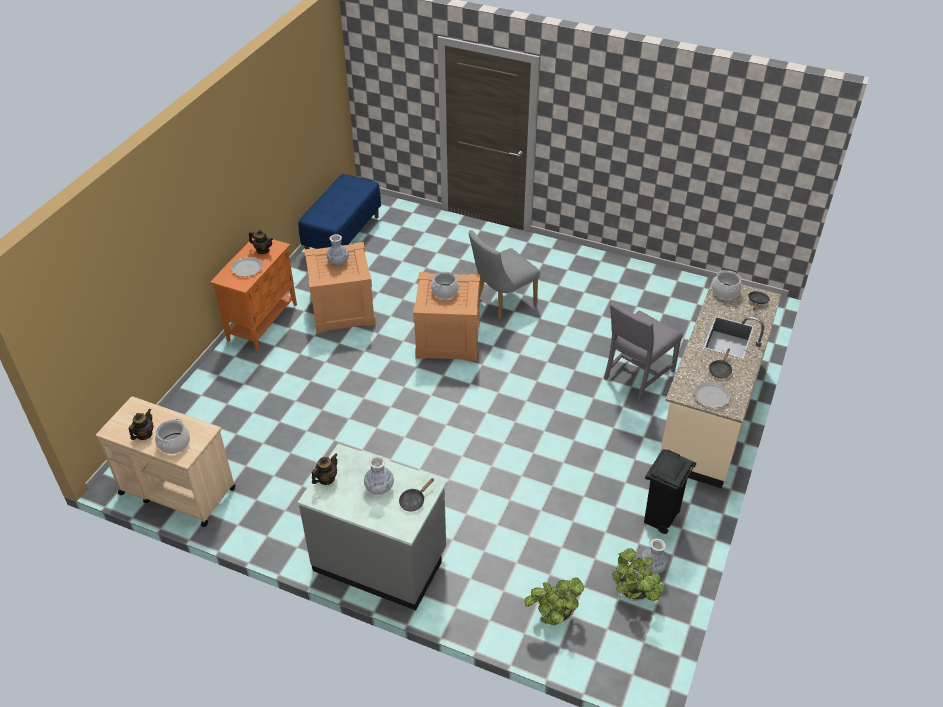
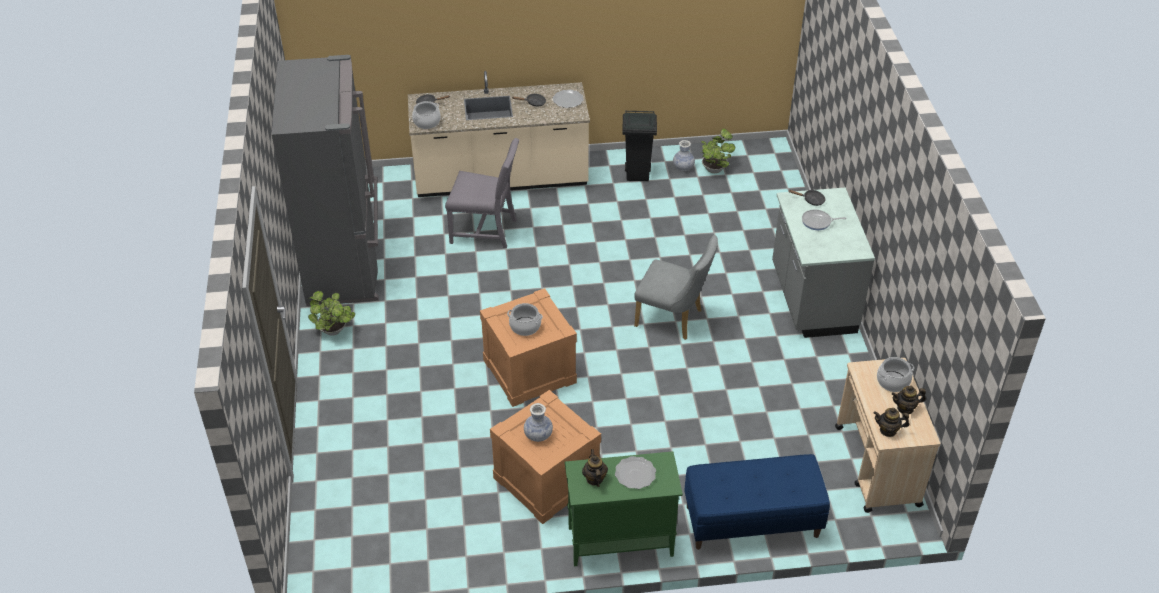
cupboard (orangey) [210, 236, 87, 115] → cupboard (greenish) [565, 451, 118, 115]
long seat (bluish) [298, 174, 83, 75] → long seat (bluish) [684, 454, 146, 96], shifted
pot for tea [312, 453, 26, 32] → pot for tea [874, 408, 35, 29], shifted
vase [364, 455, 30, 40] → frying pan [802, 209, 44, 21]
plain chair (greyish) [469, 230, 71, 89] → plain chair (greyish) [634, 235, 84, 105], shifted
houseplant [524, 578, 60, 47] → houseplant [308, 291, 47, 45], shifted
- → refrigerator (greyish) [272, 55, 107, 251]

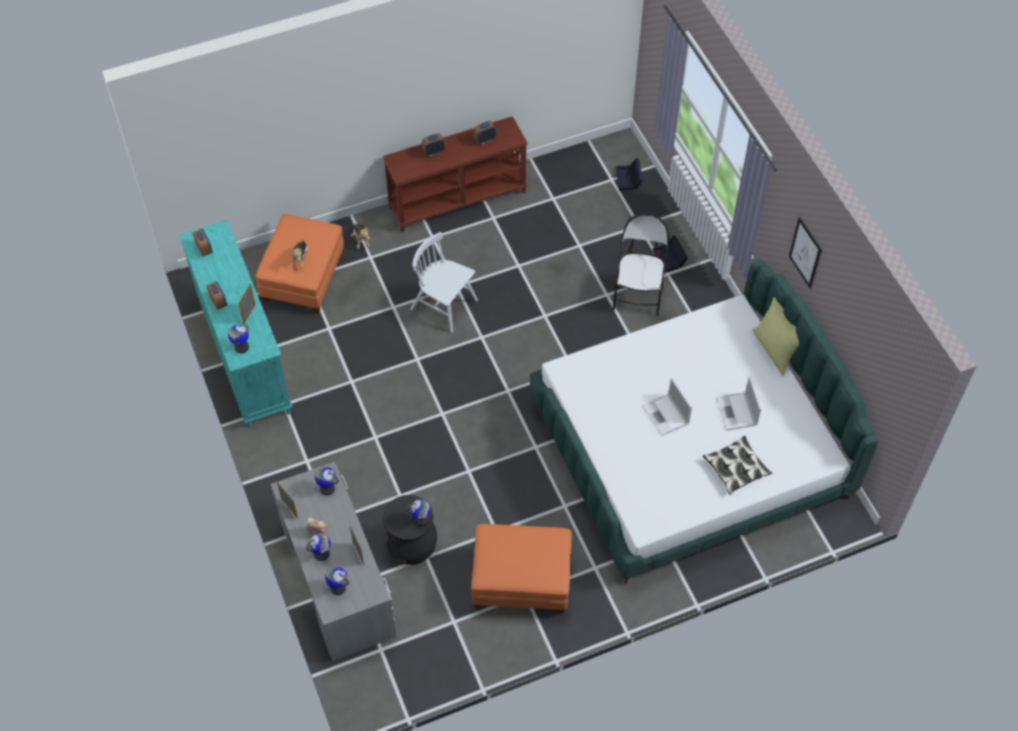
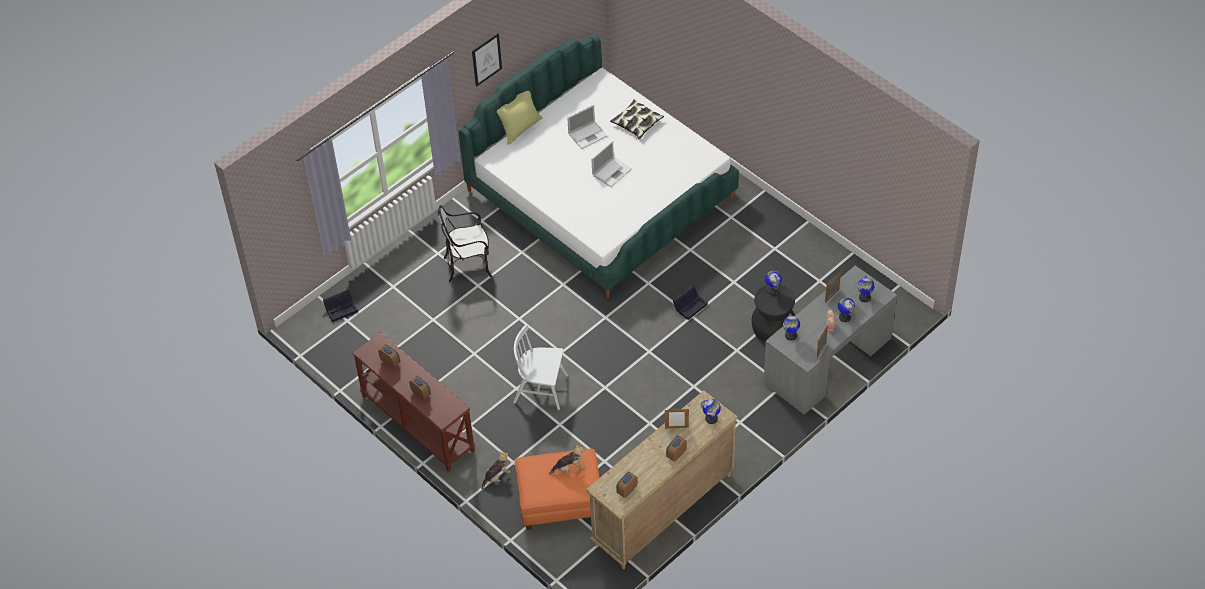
dresser (blue-green) [179, 220, 114, 208] → dresser (beige) [586, 390, 152, 179]
plain chair (whitish) [410, 232, 68, 101] → plain chair (whitish) [513, 324, 55, 86], 90 degrees clockwise
pouffe (orangey) [471, 524, 101, 89] → -
storage box (black) [653, 235, 35, 38] → storage box (black) [673, 285, 35, 35], shifted

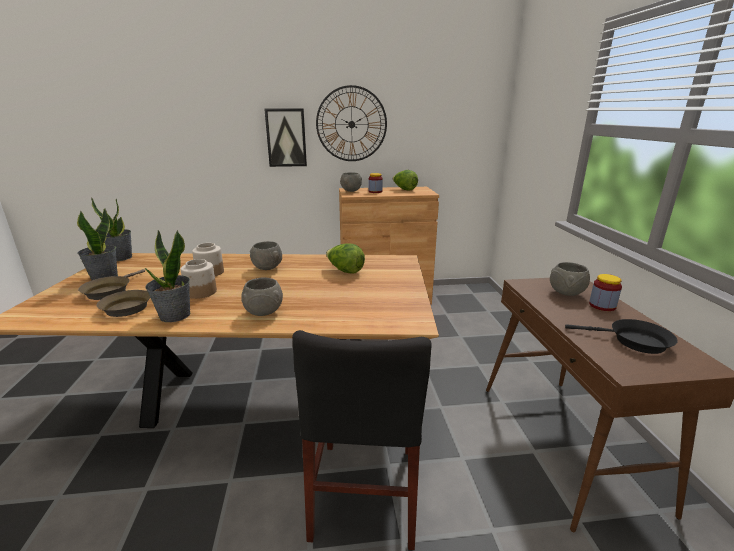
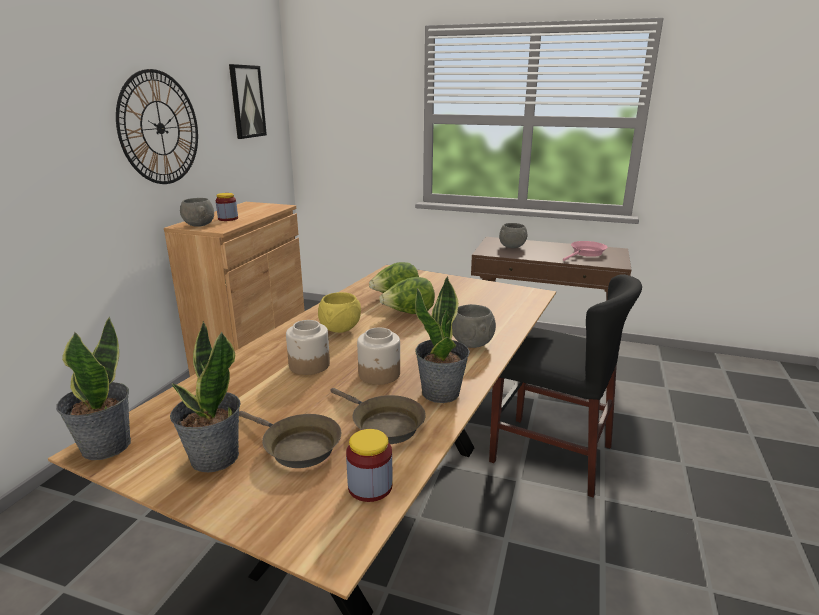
deep dish (greyish) [250, 241, 32, 29] → deep dish (yellow) [318, 292, 43, 41]
wall picture [264, 108, 43, 59] → wall picture [229, 64, 38, 75], shifted
lettuce head [393, 170, 25, 21] → lettuce head [379, 277, 56, 37], shifted
frying pan (black) [565, 319, 113, 35] → frying pan (pink-coloured) [563, 241, 45, 20]
jar [589, 274, 33, 37] → jar [346, 429, 47, 73], shifted

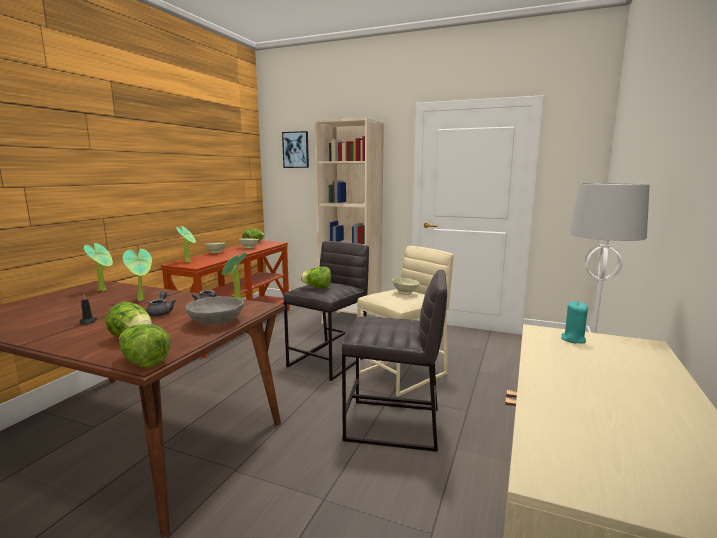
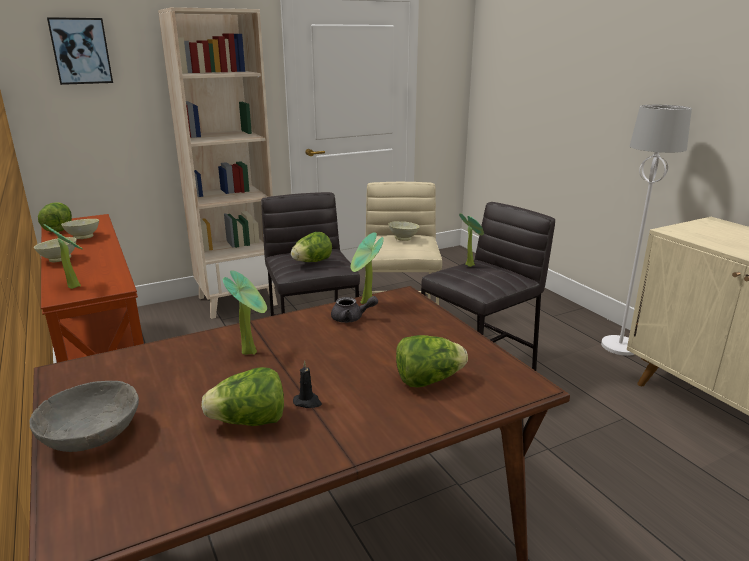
houseplant [84, 243, 29, 48] → houseplant [459, 213, 25, 54], shifted
lettuce head [119, 324, 52, 44] → lettuce head [201, 367, 83, 59], shifted
pot for tea (greyish) [146, 291, 30, 26] → -
deep dish (greyish) [186, 296, 58, 29] → deep dish (greyish) [29, 381, 110, 71], shifted
candle (blue-green) [561, 301, 27, 43] → -

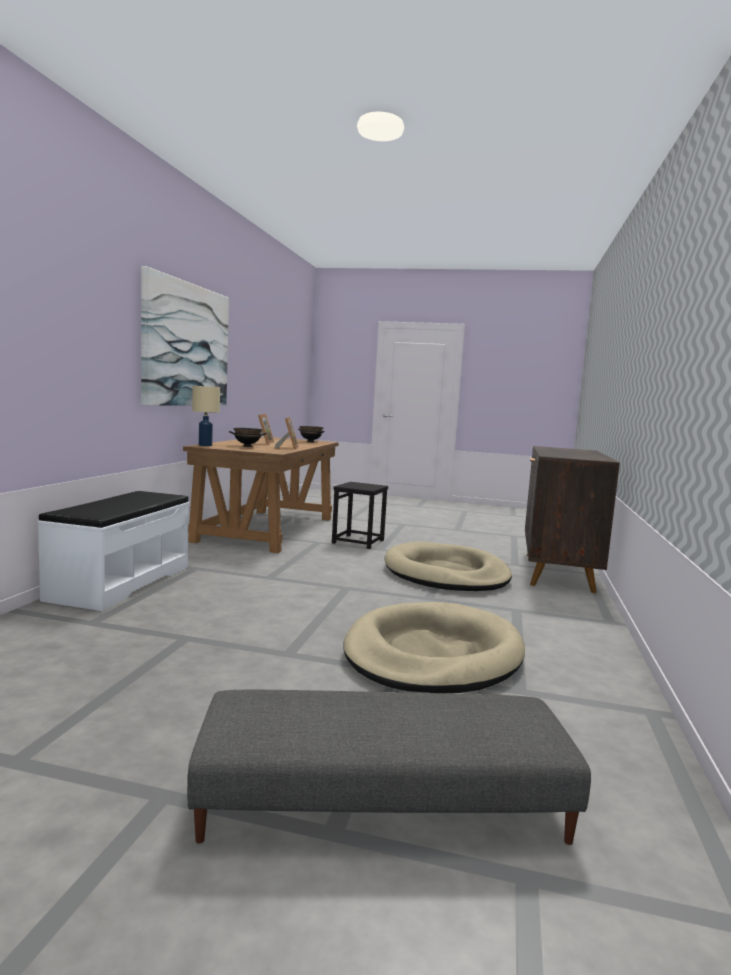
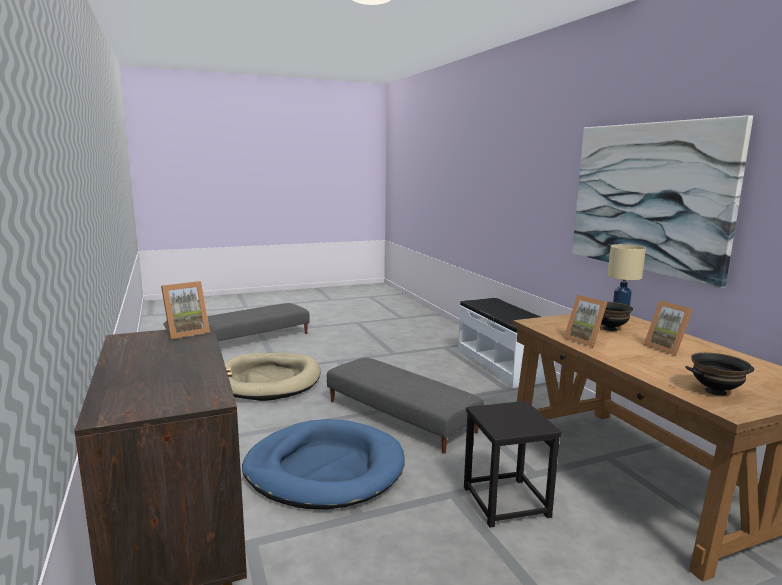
dog cushion (beige) [385, 542, 127, 49] → dog cushion (bluish) [242, 419, 163, 90]
- → picture frame [161, 281, 49, 59]
- → pouffe (greyish) [327, 358, 157, 95]

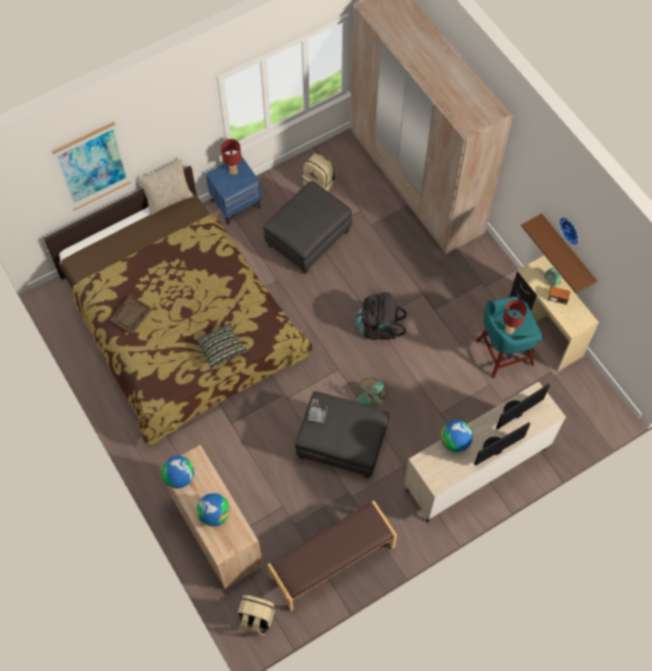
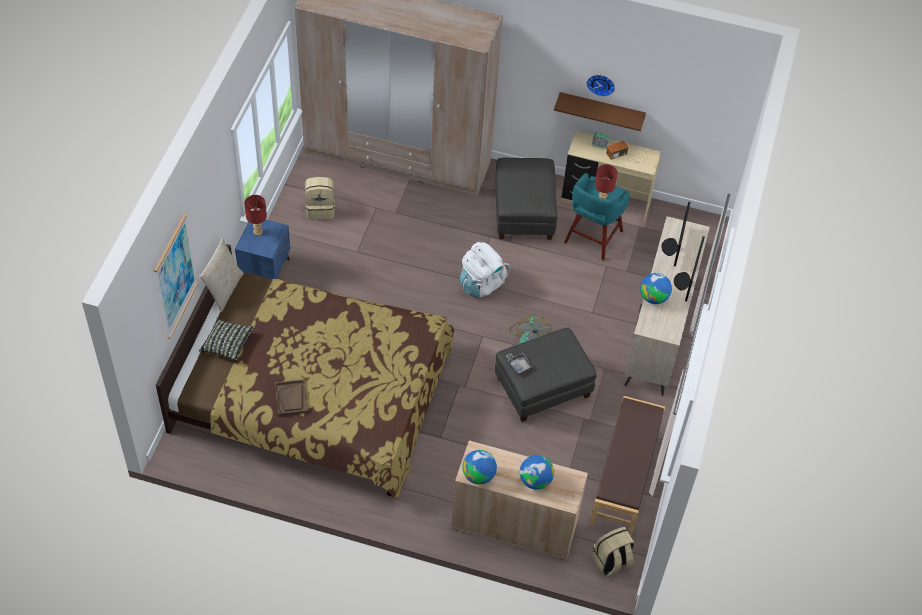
cushion [195, 322, 53, 47] → cushion [199, 318, 56, 43], shifted
pouffe (greyish) [263, 181, 89, 93] → pouffe (greyish) [495, 158, 62, 82], shifted
backpack (black) [355, 292, 51, 48] → backpack (whitish) [460, 242, 50, 55]

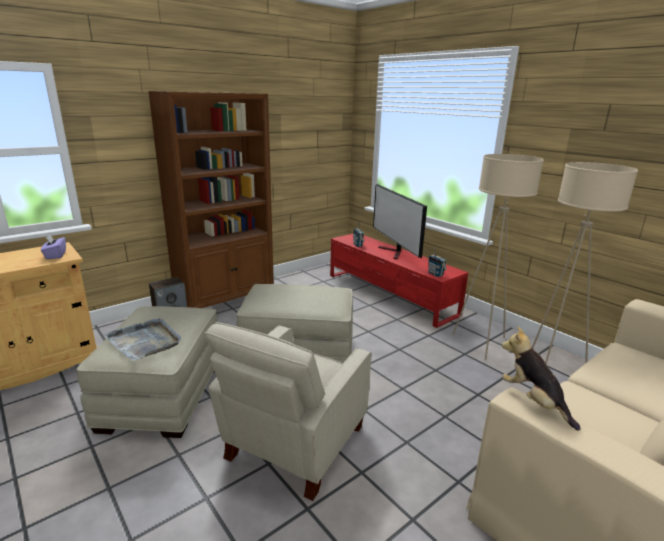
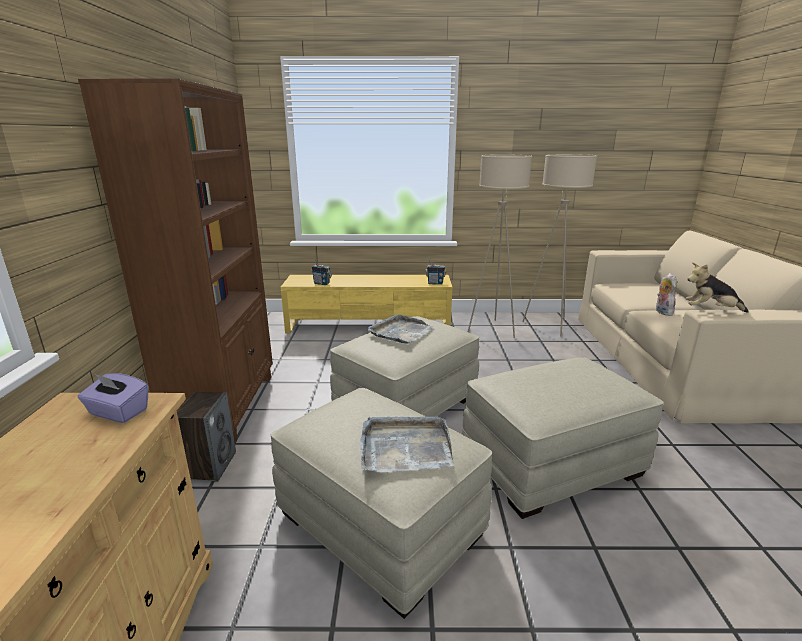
easy chair (beige) [204, 322, 167, 179] → pouffe (beige) [462, 357, 202, 162]
media console (red-coloured) [330, 233, 138, 95] → media console (yellow) [281, 275, 171, 58]
television [373, 184, 54, 75] → -
- → carrying tray (greyish) [368, 314, 65, 30]
- → soft toy [656, 273, 21, 43]

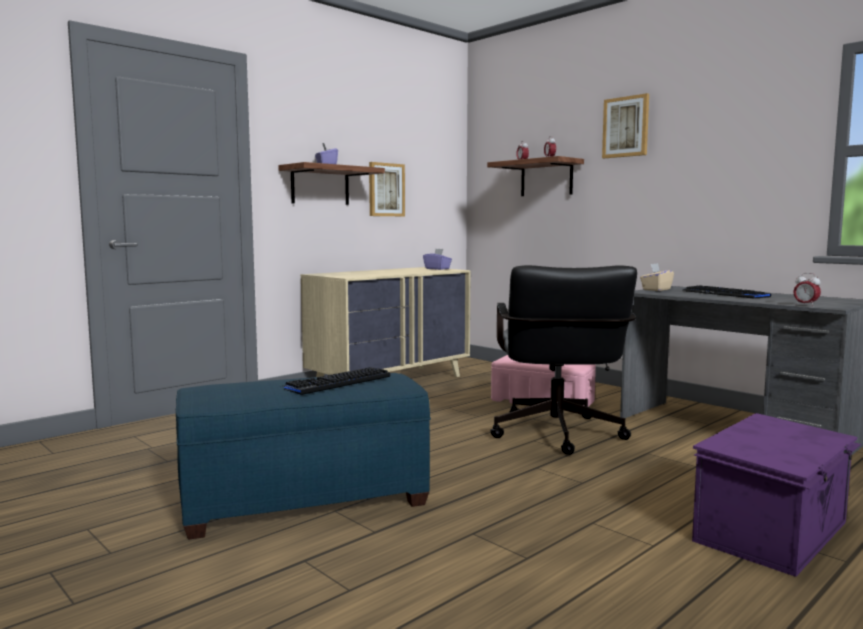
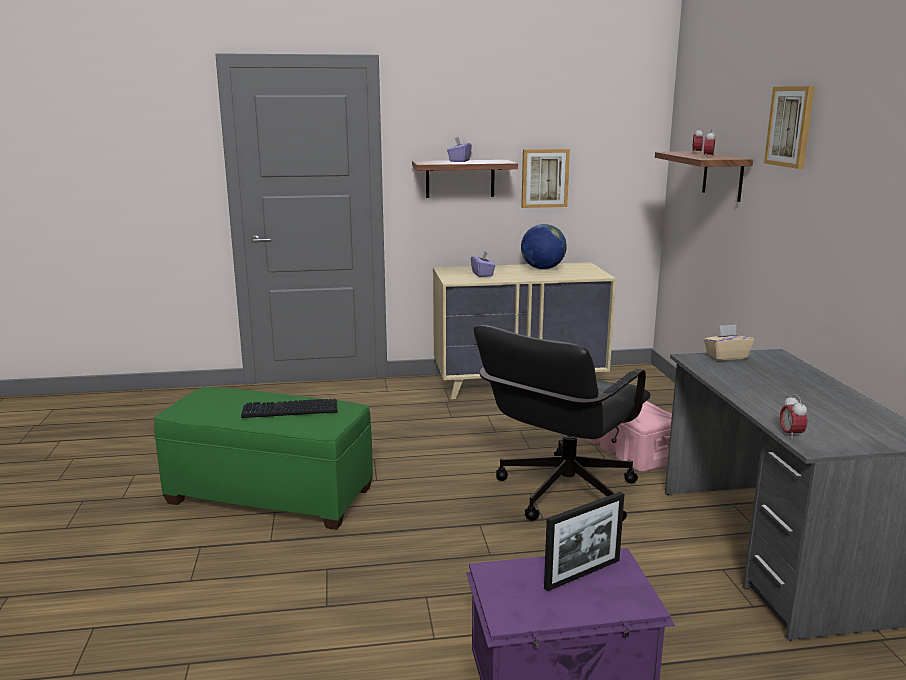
pouffe (bluish) [176, 373, 255, 167] → pouffe (greenish) [154, 387, 219, 143]
tissue box (purplish) [423, 249, 29, 21] → tissue box (purplish) [471, 251, 25, 26], shifted
PC keyboard [683, 285, 88, 14] → -
- → desk globe [521, 224, 46, 46]
- → picture frame [544, 492, 80, 99]

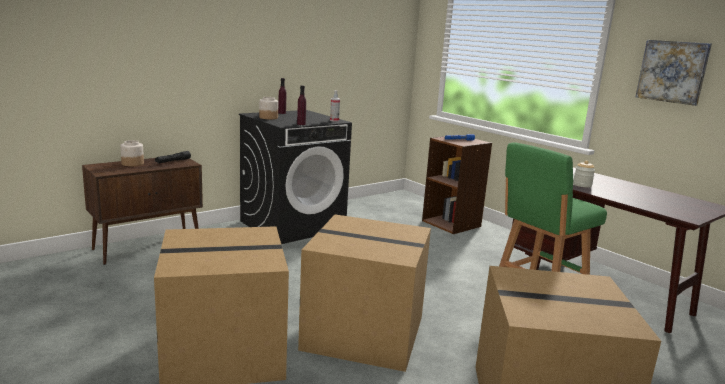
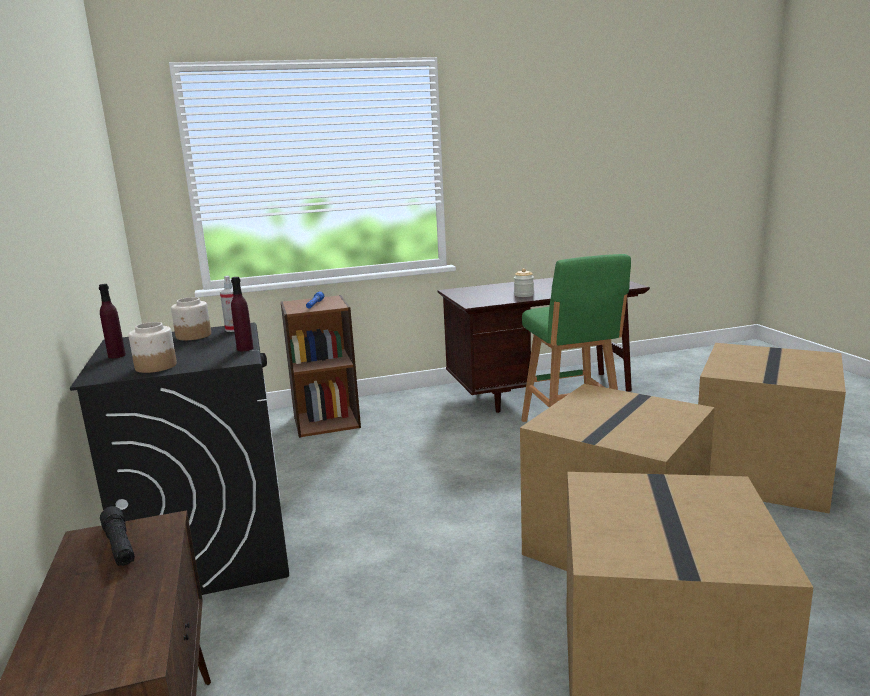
jar [120, 140, 24, 26] → jar [171, 297, 40, 43], shifted
wall picture [636, 40, 76, 66] → -

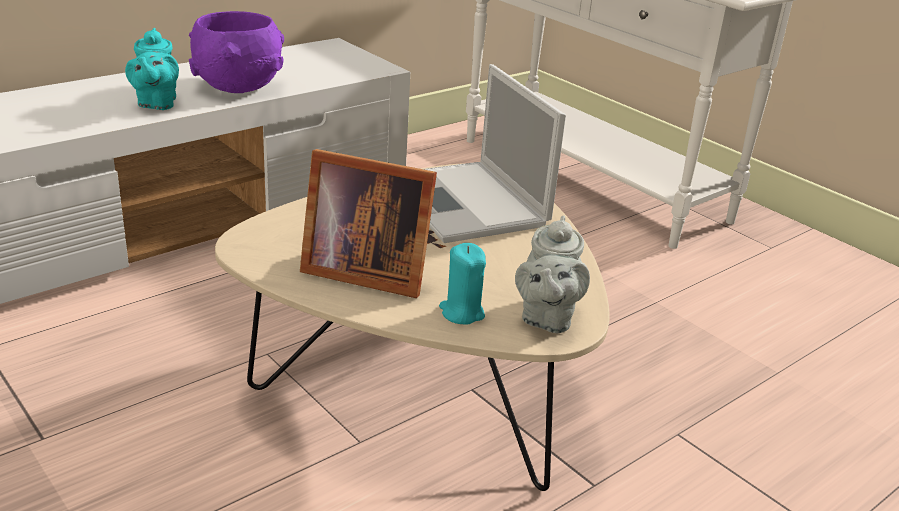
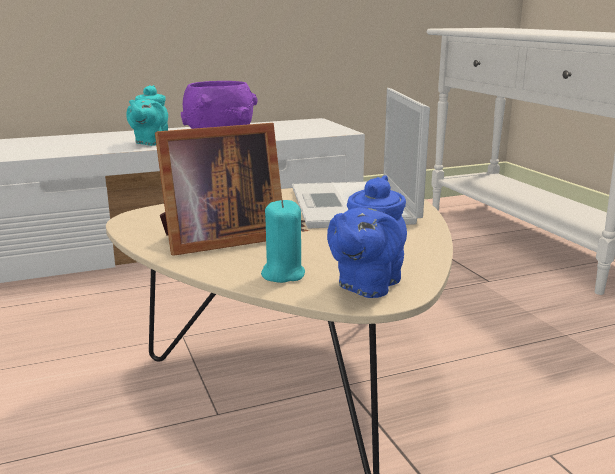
picture frame [300, 149, 137, 149] → picture frame [155, 123, 127, 133], 60 degrees counterclockwise
pot for tea (greyish) [515, 215, 75, 118] → pot for tea (bluish) [327, 175, 80, 123]

